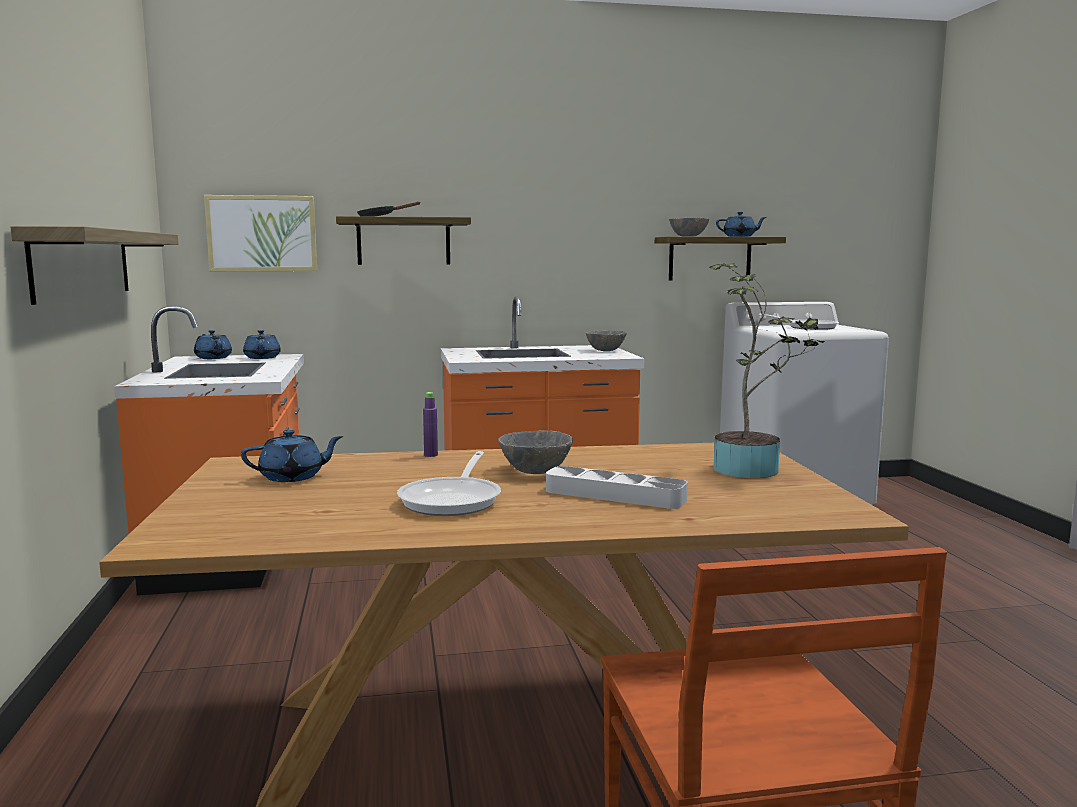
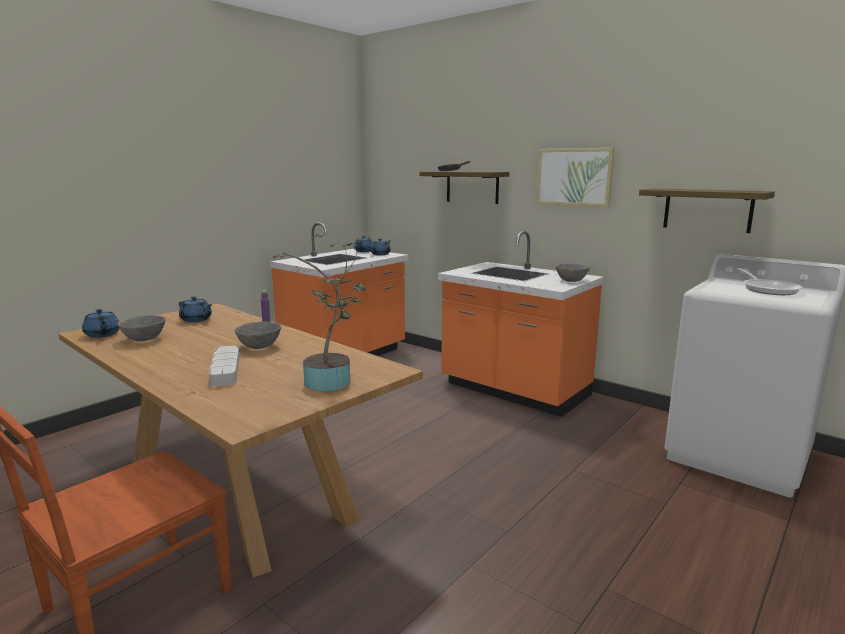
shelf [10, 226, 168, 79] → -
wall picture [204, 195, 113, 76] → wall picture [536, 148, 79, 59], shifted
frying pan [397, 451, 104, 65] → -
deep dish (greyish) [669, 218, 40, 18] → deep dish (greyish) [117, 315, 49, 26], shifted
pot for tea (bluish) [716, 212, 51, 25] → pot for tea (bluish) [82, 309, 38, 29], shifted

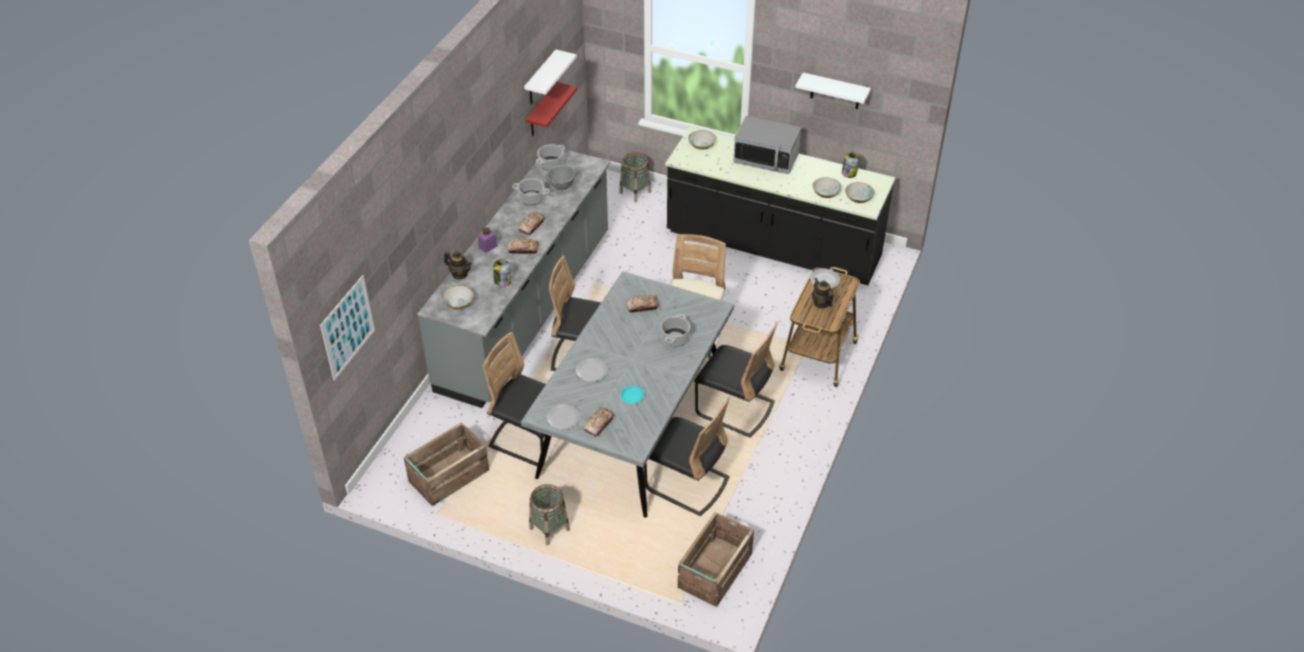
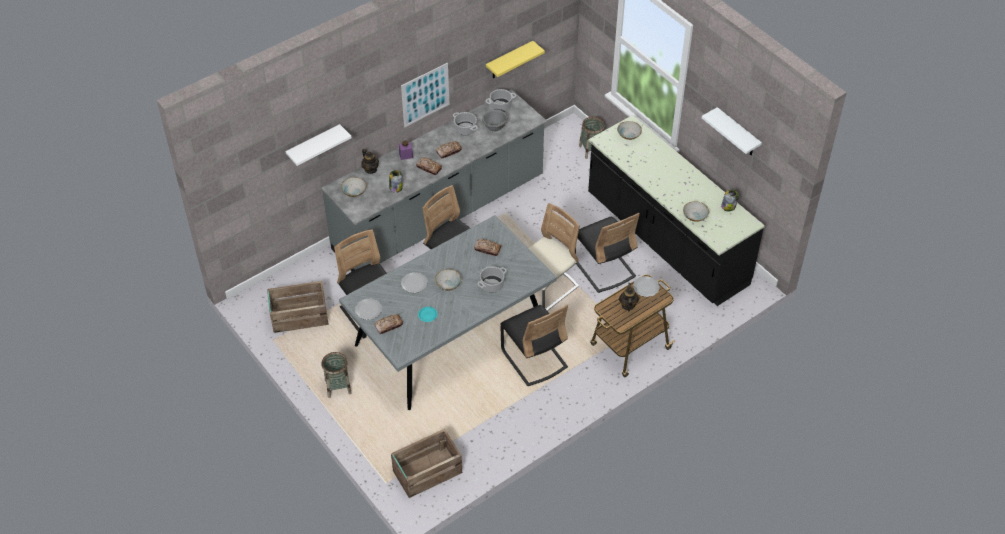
wall picture [320, 275, 55, 106] → wall picture [401, 63, 49, 64], shifted
shelf (whitish) [524, 49, 52, 55] → shelf (whitish) [285, 124, 67, 42], shifted
shelf (red-coloured) [526, 82, 51, 54] → shelf (yellow) [486, 41, 59, 38]
plain chair (black) [644, 397, 86, 119] → plain chair (black) [575, 213, 65, 80], shifted
microwave [733, 116, 69, 58] → -
deep dish [845, 182, 30, 21] → deep dish [435, 269, 27, 21], shifted

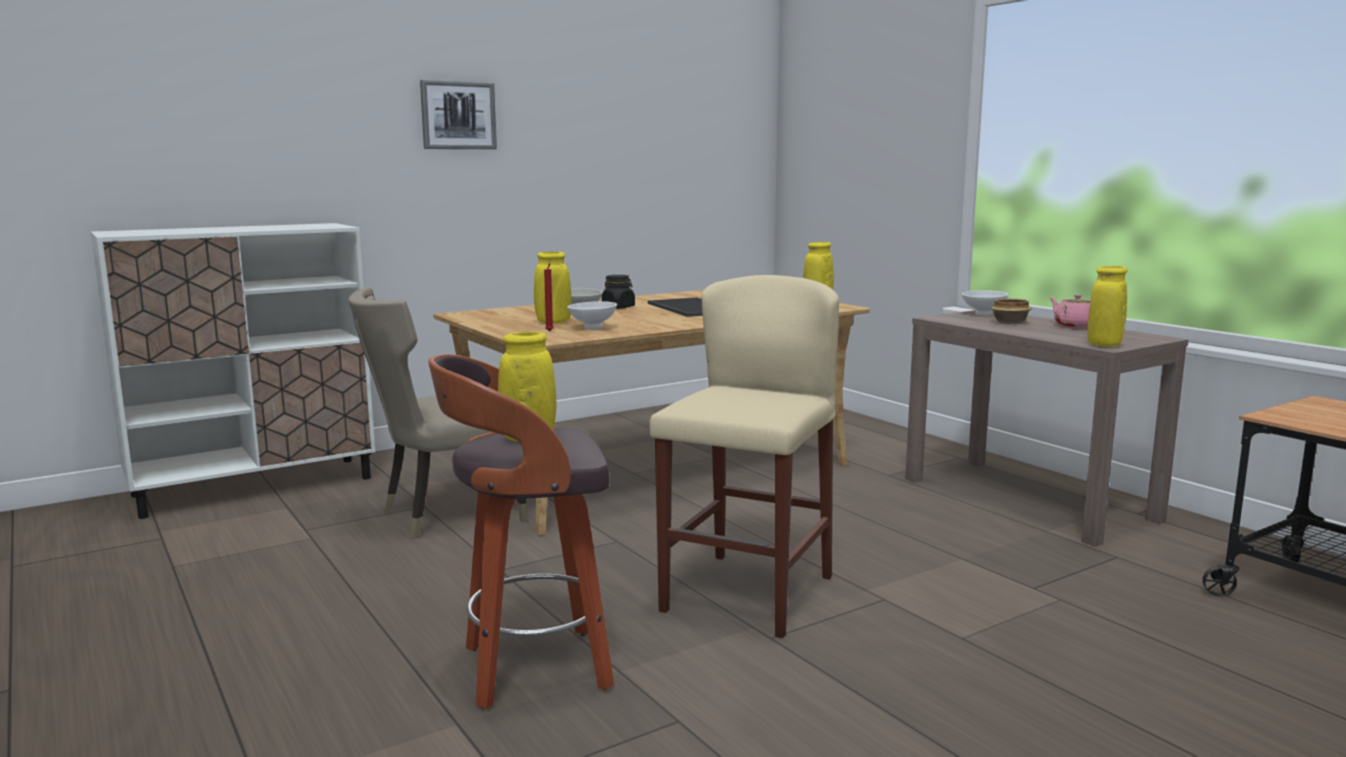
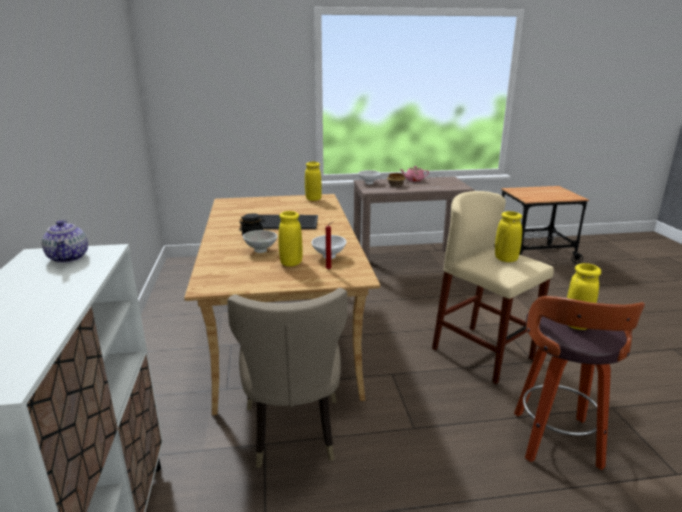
wall picture [420, 80, 77, 69] → -
vase (yellow) [1087, 266, 40, 81] → vase (yellow) [495, 211, 27, 51], shifted
- → pot for tea [42, 220, 46, 43]

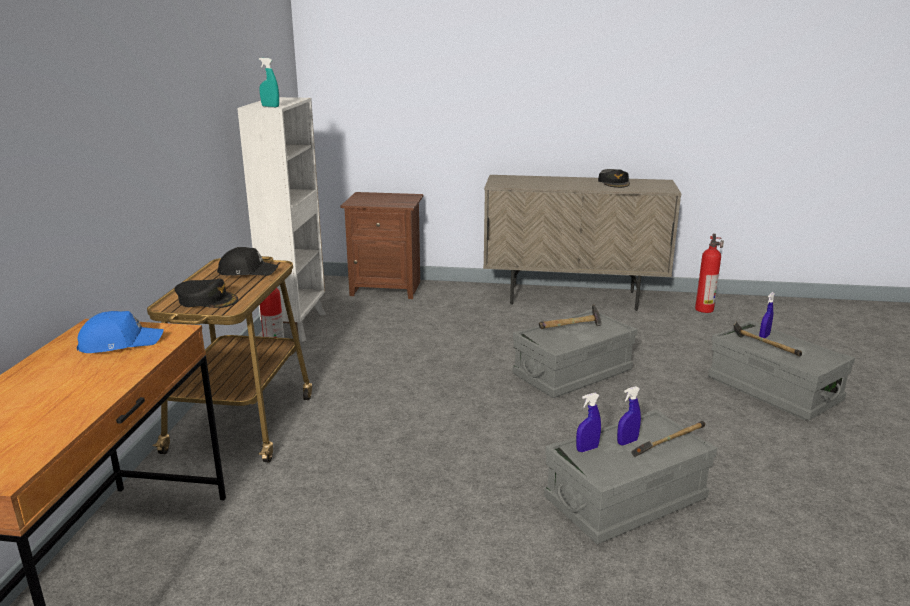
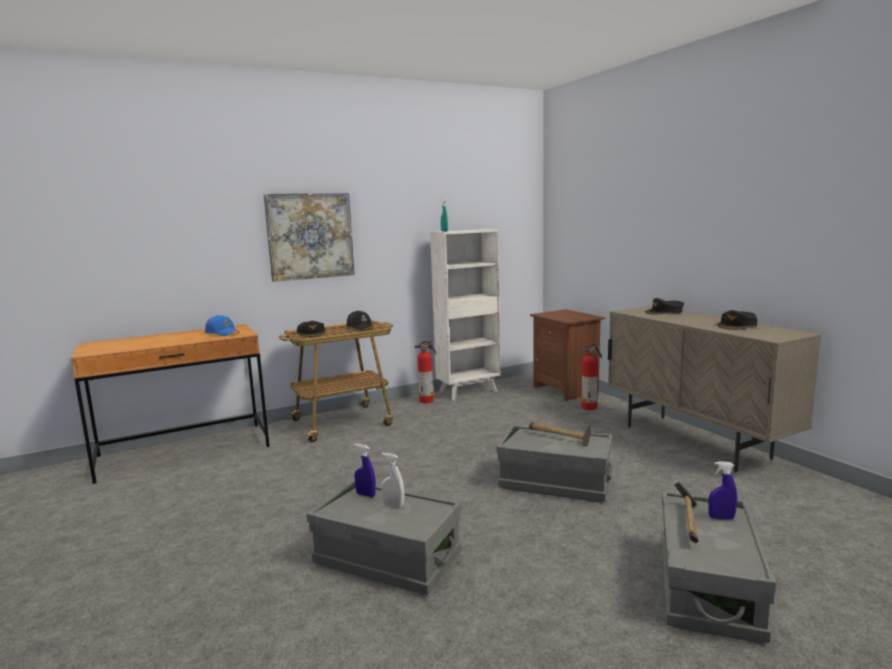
spray bottle (bluish) [617, 386, 24, 59] → spray bottle (whitish) [381, 453, 23, 55]
hammer [631, 421, 74, 36] → -
fire extinguisher [695, 234, 29, 79] → fire extinguisher [581, 343, 21, 67], shifted
- → wall picture [263, 193, 92, 89]
- → peaked cap (black) [645, 298, 39, 17]

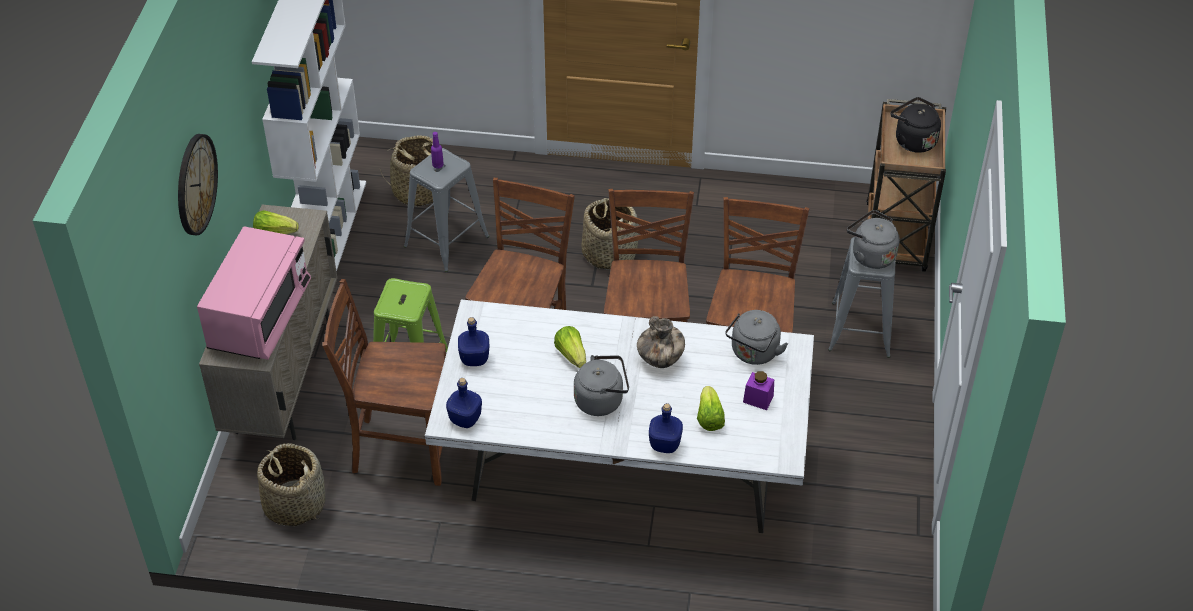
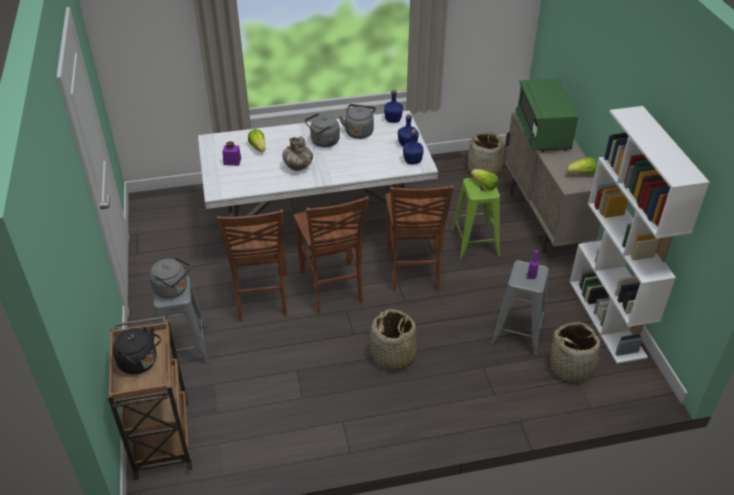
clock on the wall [178, 134, 40, 101] → -
microwave (pink-coloured) [197, 226, 114, 134] → microwave (greenish) [515, 78, 63, 74]
plain chair (brown-coloured) [322, 279, 124, 207] → -
lettuce head [554, 326, 32, 42] → lettuce head [471, 169, 27, 21], shifted
beverage bottle (bluish) [649, 403, 34, 50] → beverage bottle (bluish) [403, 129, 21, 35], shifted
tea kettle (greyish) [725, 310, 63, 55] → tea kettle (greyish) [339, 104, 37, 35], shifted

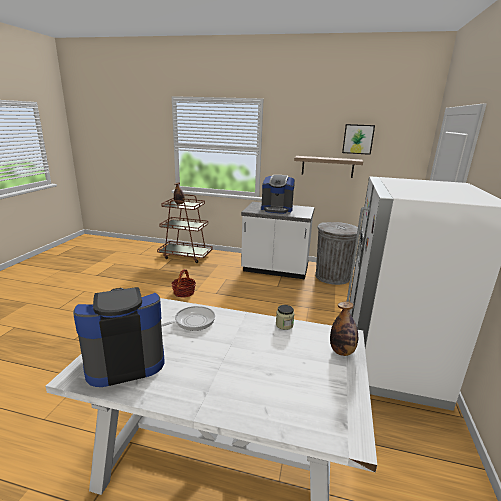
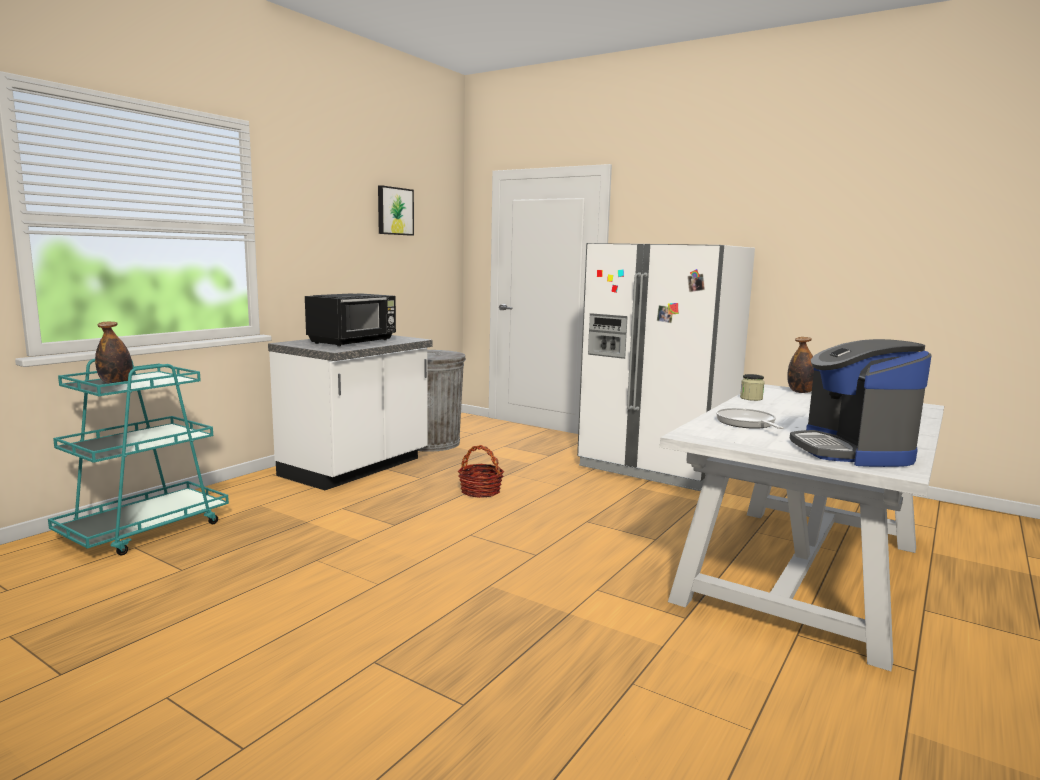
wheeled cart (brown-coloured) [157, 194, 56, 69] → wheeled cart (blue-green) [48, 359, 181, 196]
basket [171, 269, 25, 29] → basket [458, 445, 46, 53], shifted
coffee maker [261, 175, 34, 39] → microwave (black) [305, 293, 91, 54]
shelf [294, 156, 69, 22] → -

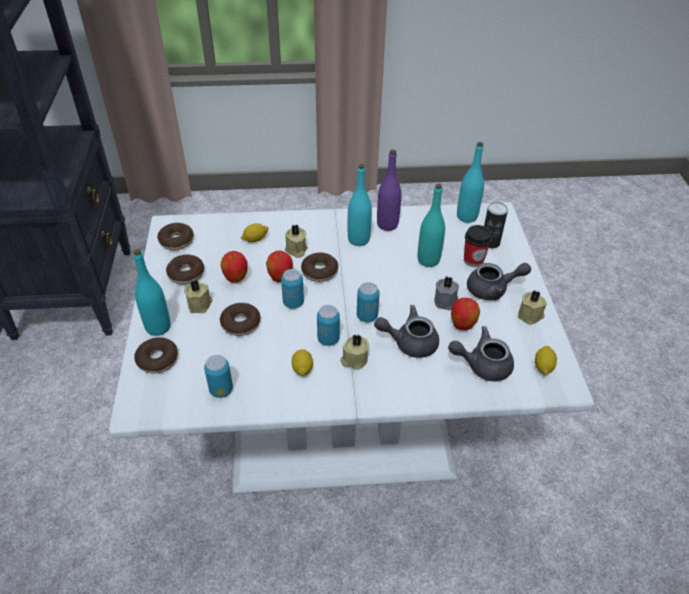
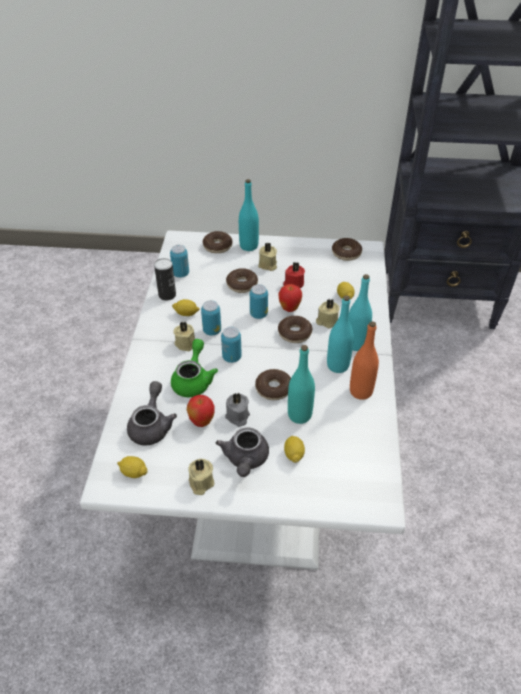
ring doughnut [166, 255, 38, 30] → ring doughnut [255, 369, 36, 31], shifted
apple fruit [220, 251, 28, 32] → candle (red-coloured) [283, 262, 22, 26]
pot for tea (greyish) [374, 305, 65, 53] → pot for tea (greenish) [171, 339, 47, 58]
beverage bottle (purplish) [377, 150, 24, 81] → beverage bottle (orangey) [350, 321, 29, 79]
beverage bottle (blue-green) [457, 142, 27, 81] → beverage bottle (blue-green) [349, 274, 23, 77], shifted
small cup [464, 225, 28, 42] → whole lemon [284, 436, 21, 27]
can [484, 202, 24, 46] → can [154, 258, 22, 43], shifted

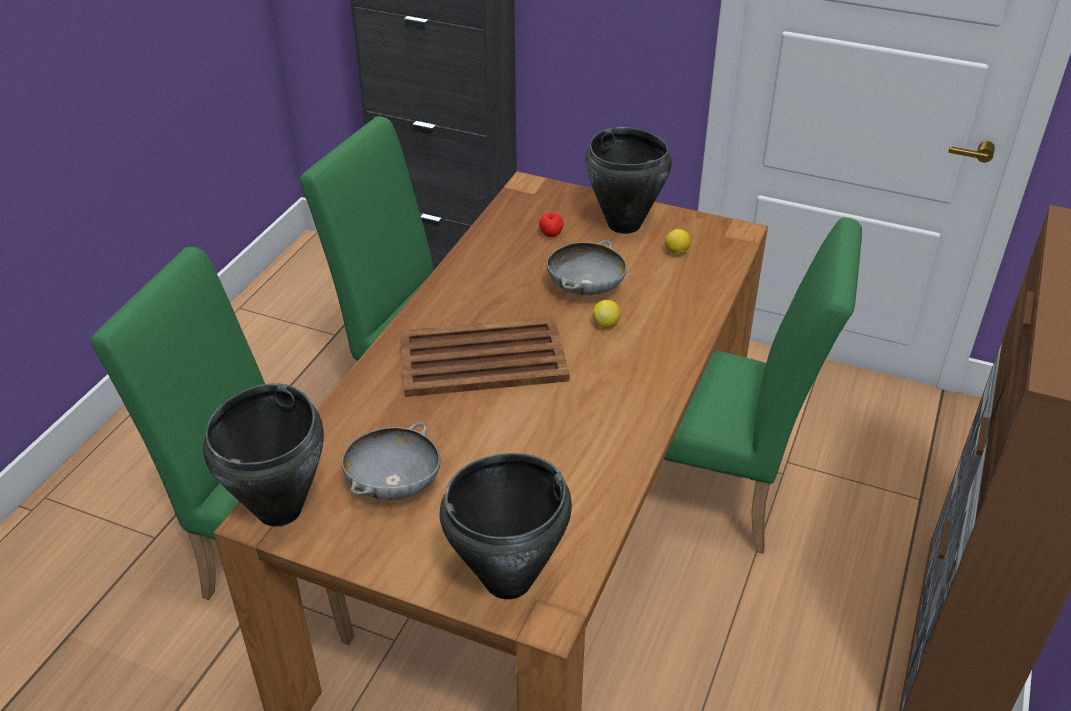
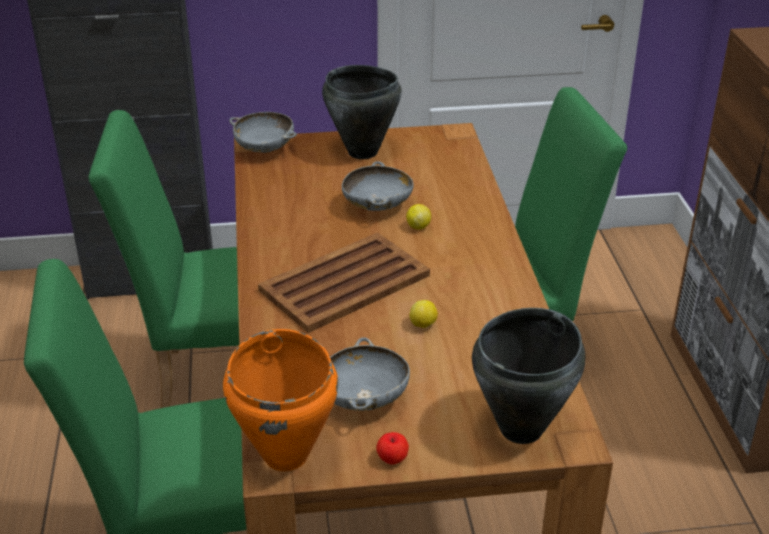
stockpot (black) [203, 383, 121, 143] → stockpot (orangey) [223, 329, 115, 142]
apple fruit [539, 213, 25, 24] → apple fruit [376, 432, 33, 33], shifted
whole lemon [665, 229, 26, 25] → whole lemon [409, 300, 29, 28], shifted
- → deep dish (greyish) [229, 112, 68, 41]

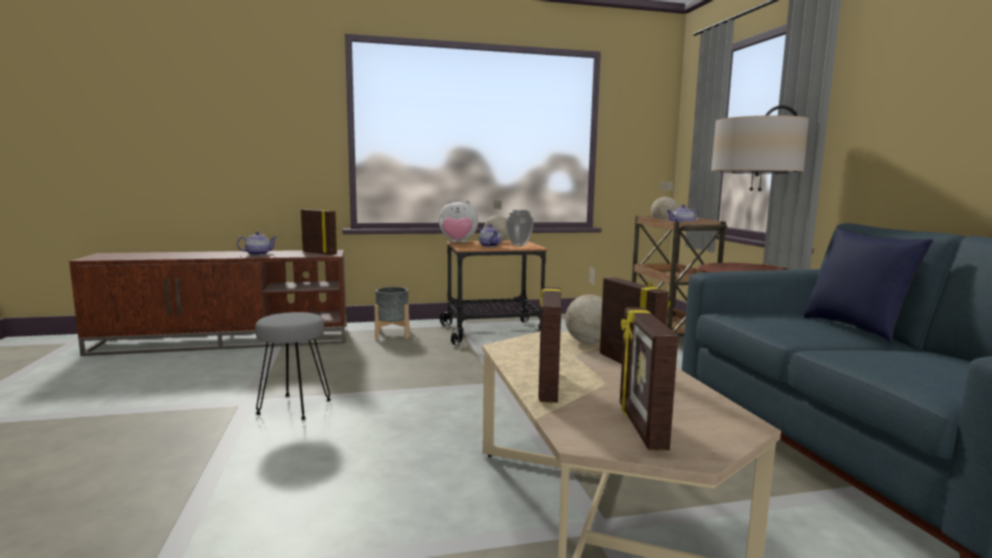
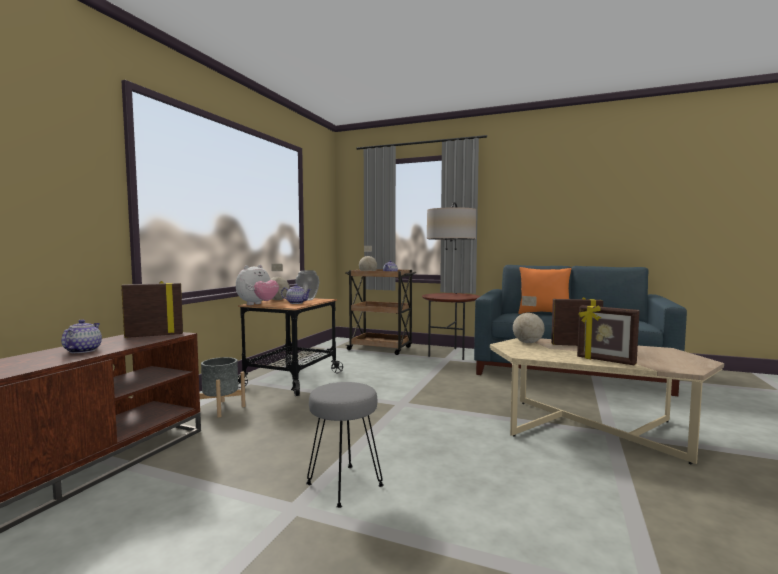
picture frame [620, 307, 58, 143] → -
cushion (bluish) [804, 228, 130, 114] → cushion (orangey) [518, 267, 54, 47]

